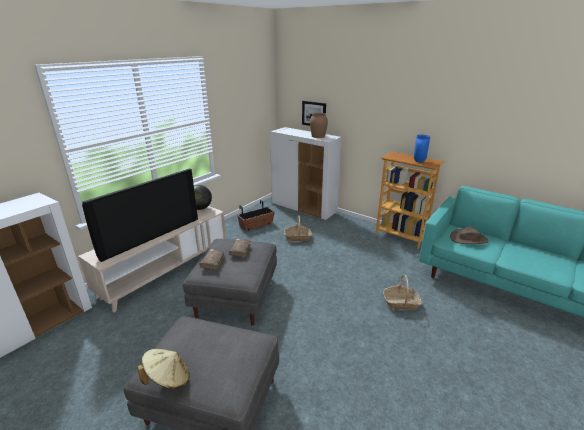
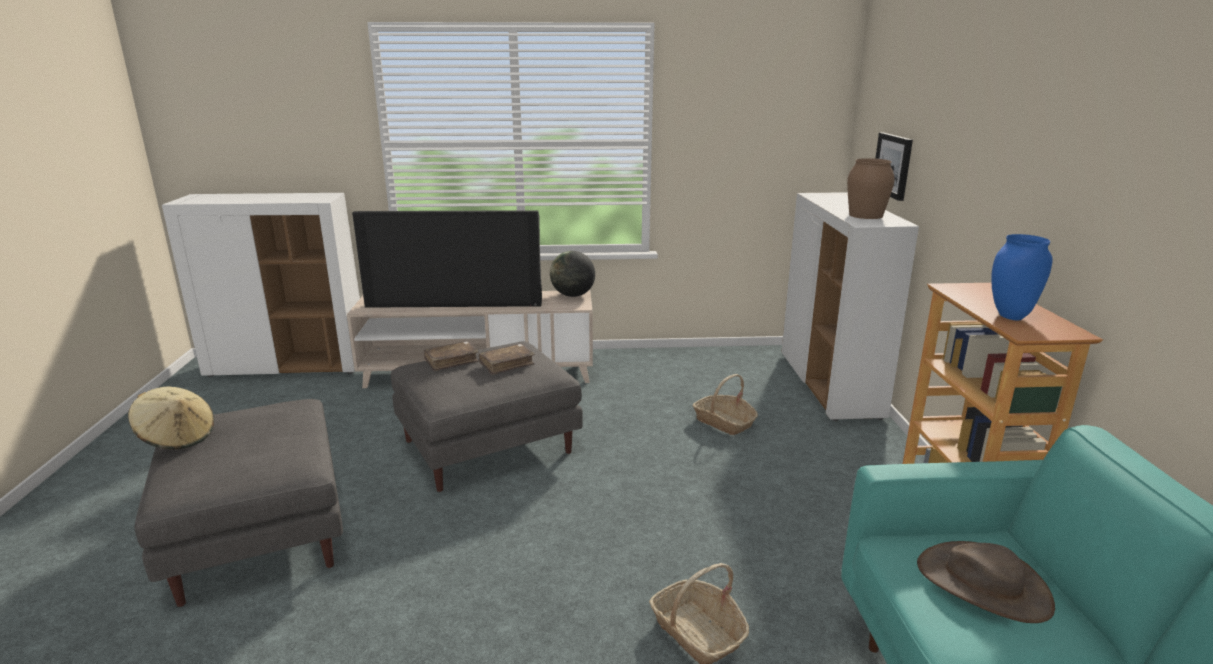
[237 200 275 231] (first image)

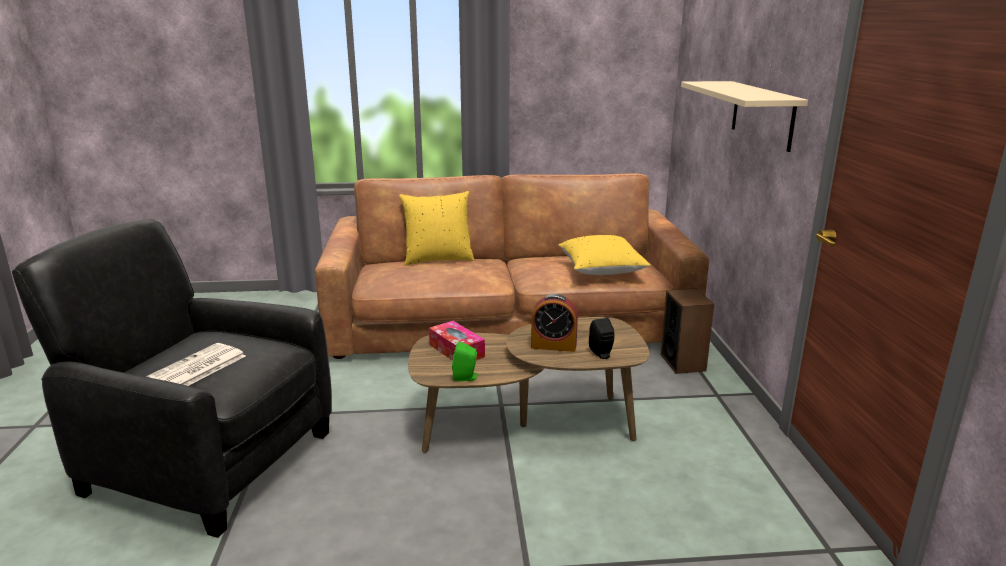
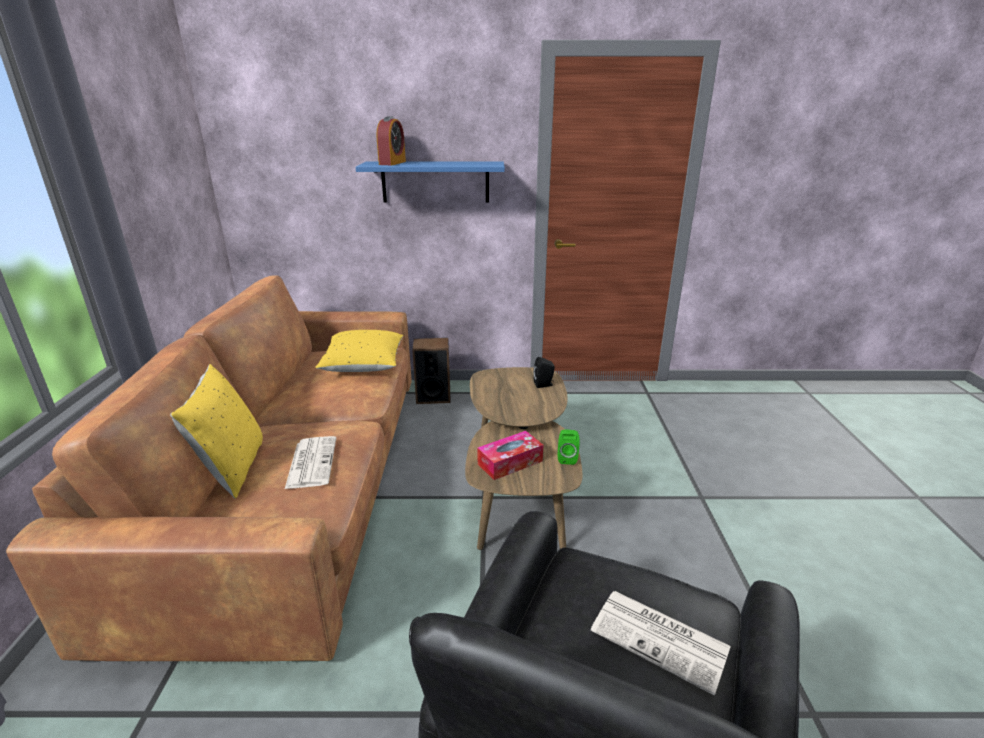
[377 116 406 165]
[356 161 505 202]
[285 436 336 489]

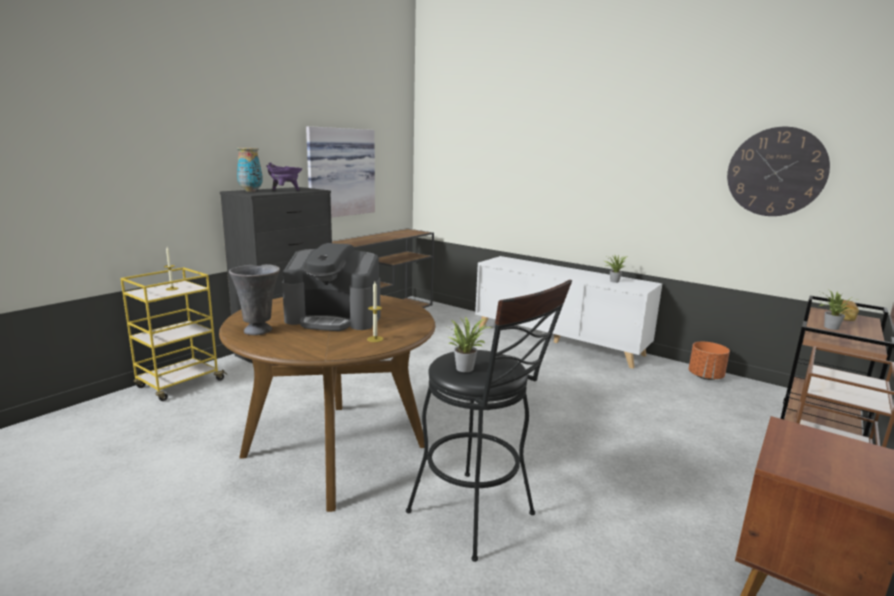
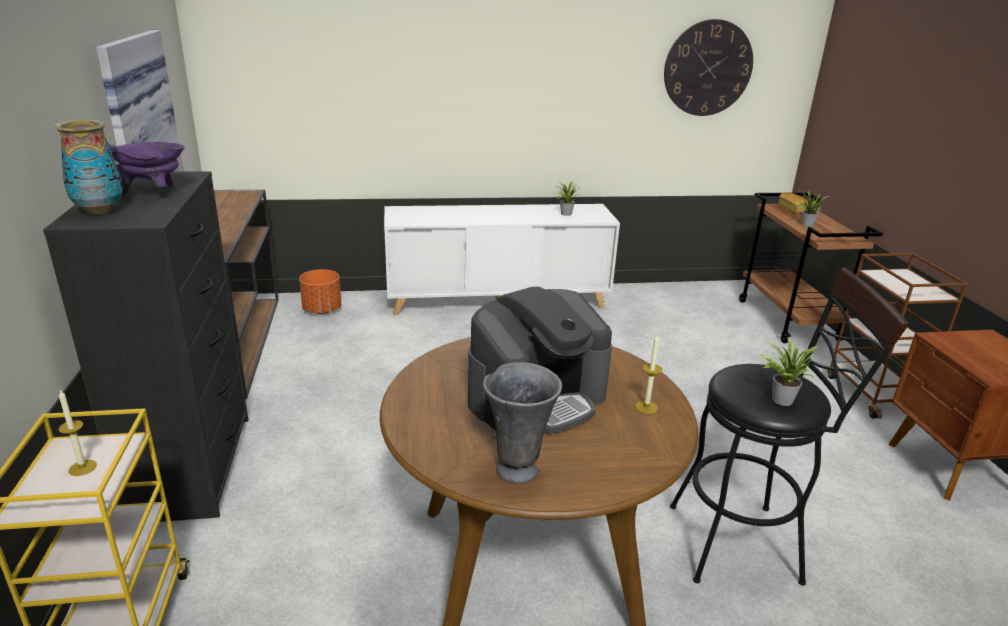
[299 269 341 314]

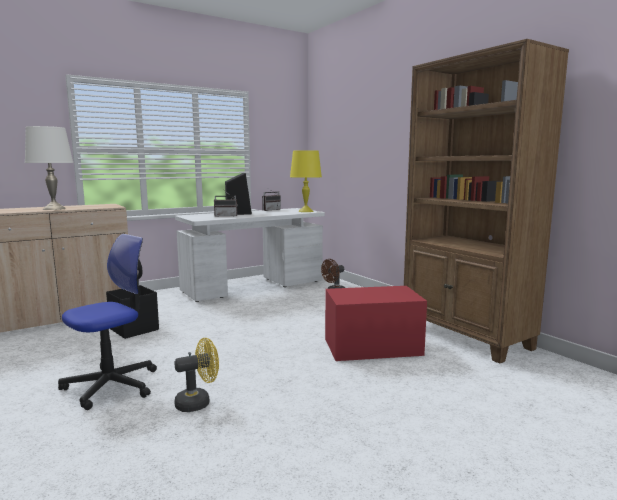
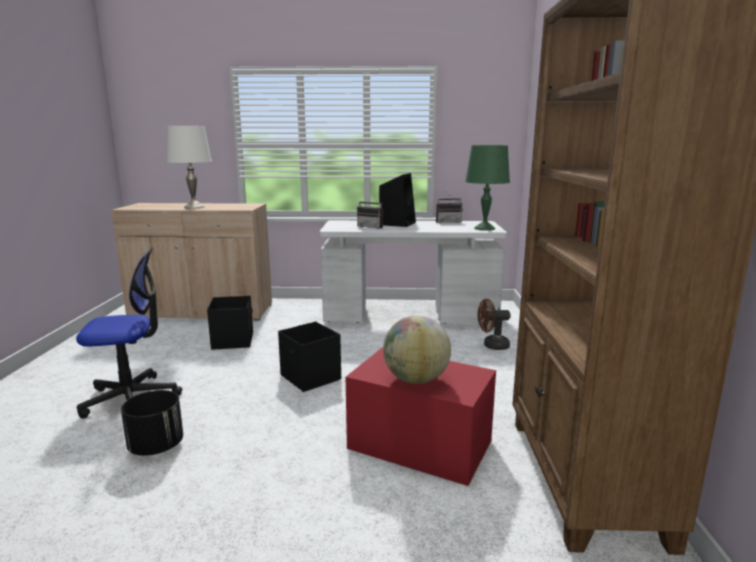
[121 390 183 456]
[465 145 510 231]
[278 321 341 392]
[383 316 451 384]

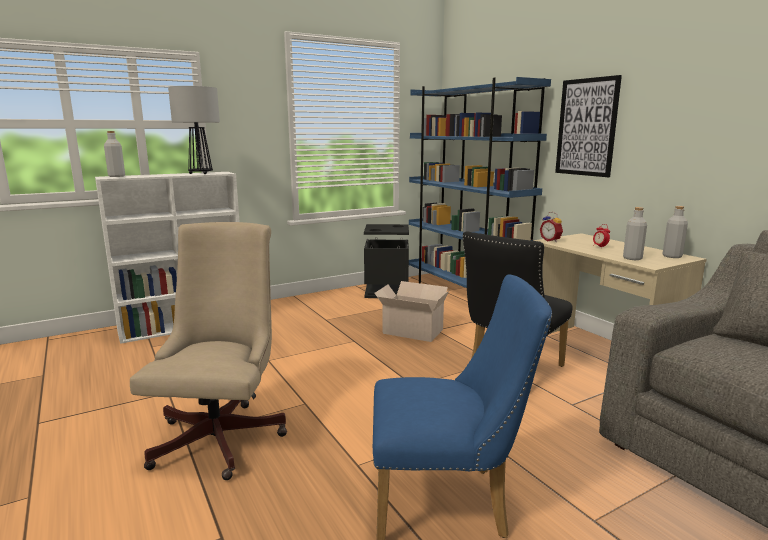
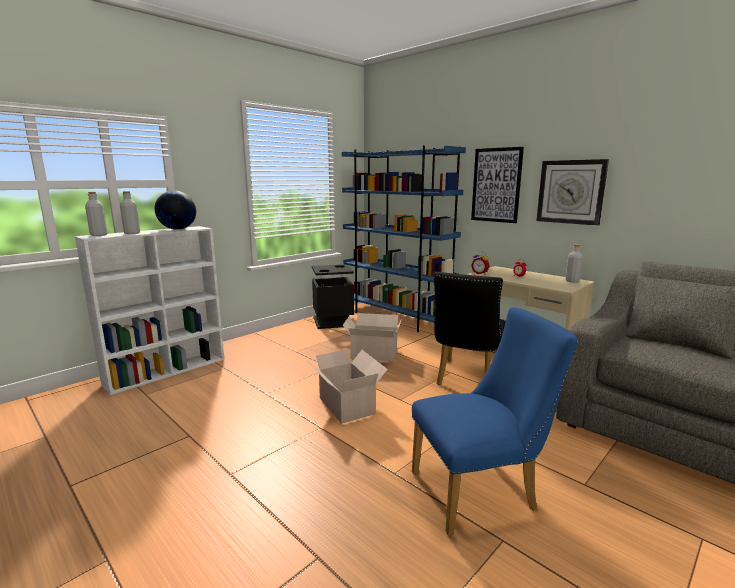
[130 222 287 480] (first image)
[155 190 196 230]
[120 191 140 234]
[308 350 388 424]
[537 159 609 226]

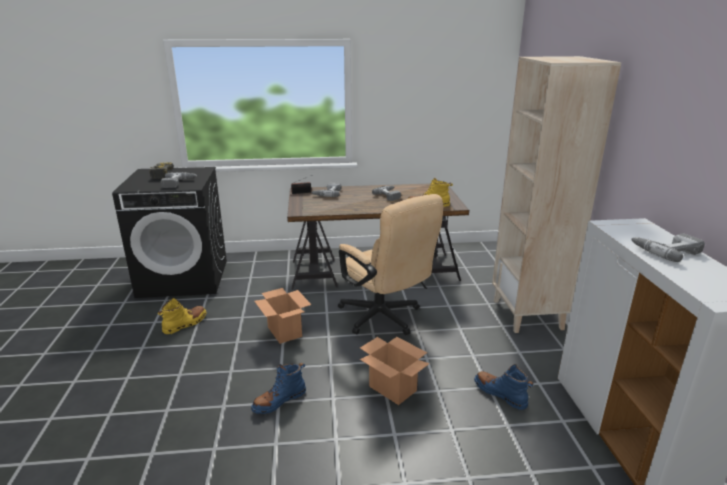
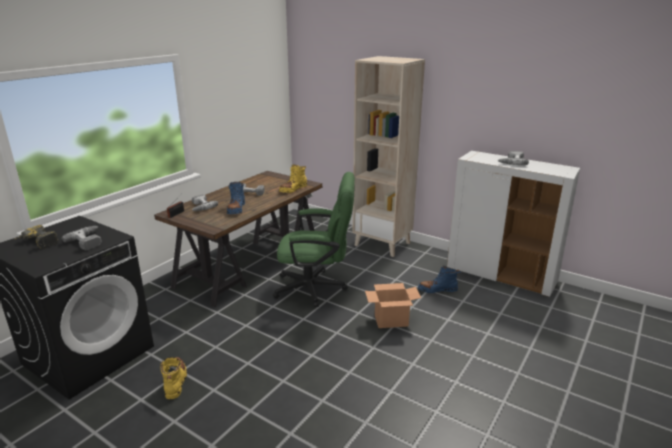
[227 182 245 214]
[254 288 311 344] (first image)
[273 172 355 307]

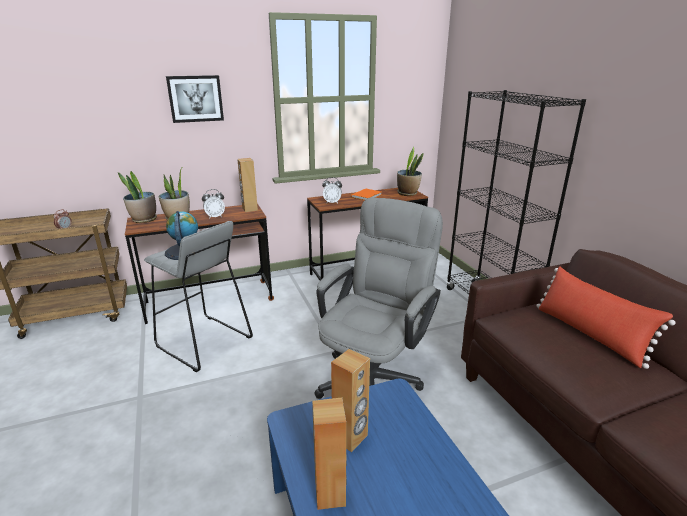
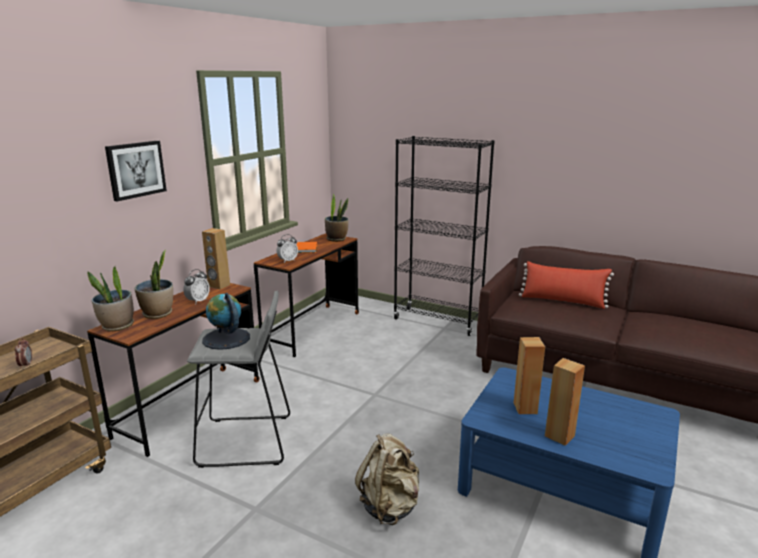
[315 197 443 399] (first image)
[355 434 419 525]

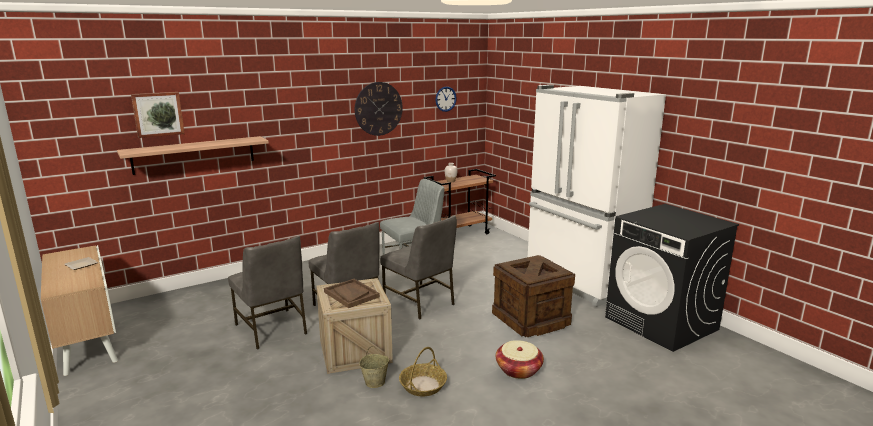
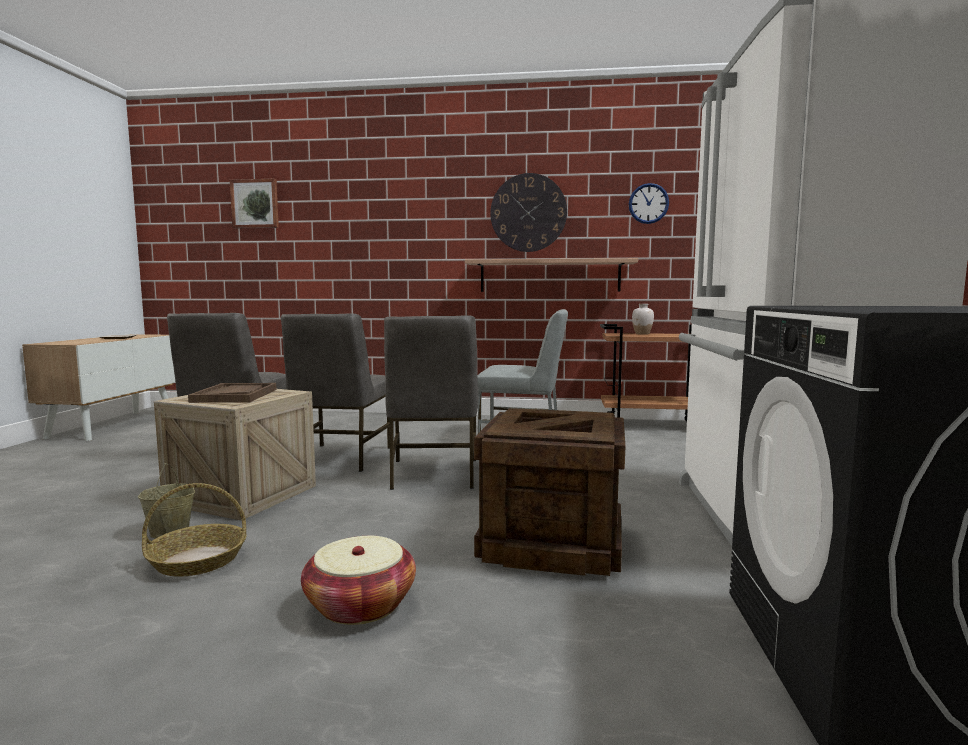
[465 258 638 292]

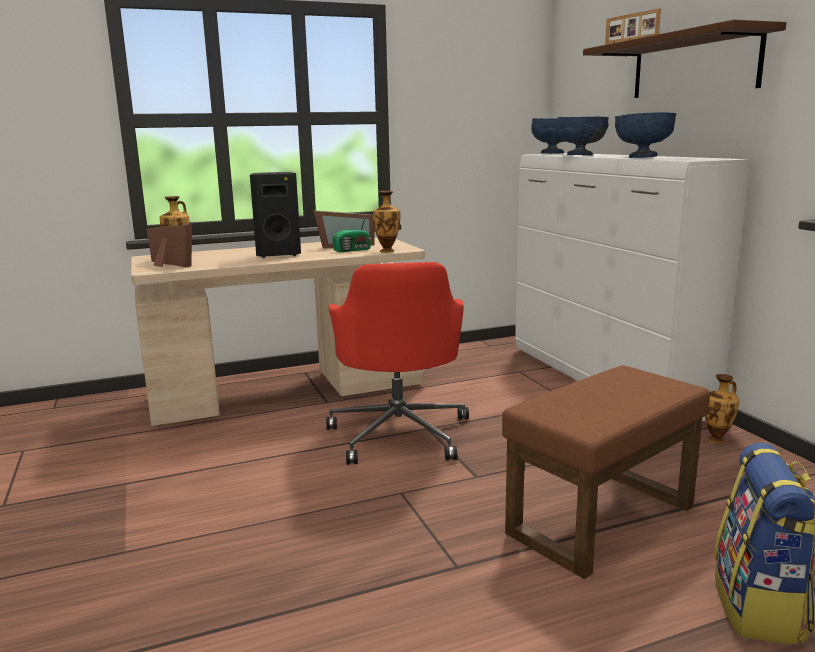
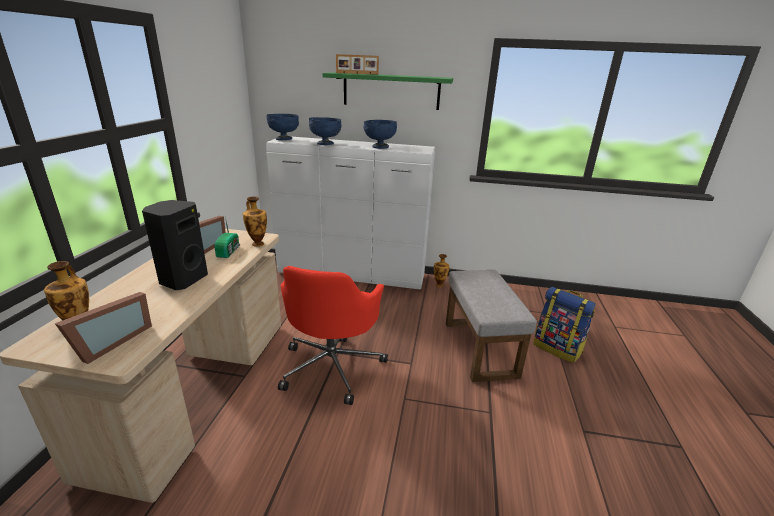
[55 292 152 364]
[278 266 388 405]
[446 270 537 382]
[323 72 453 110]

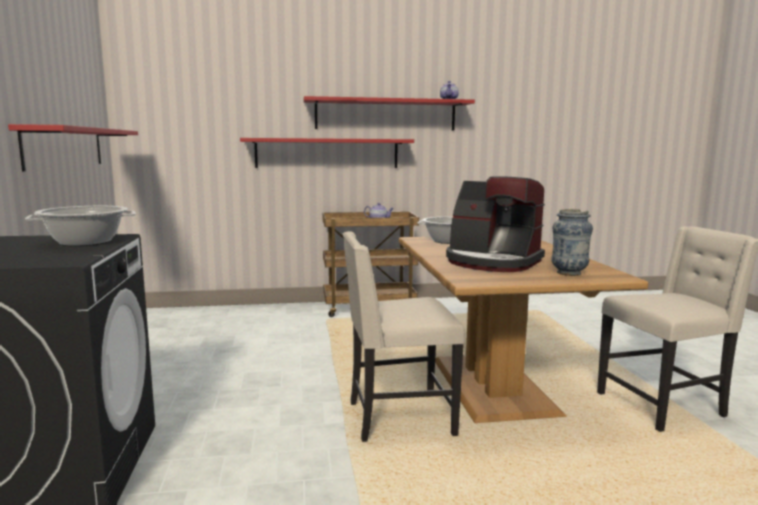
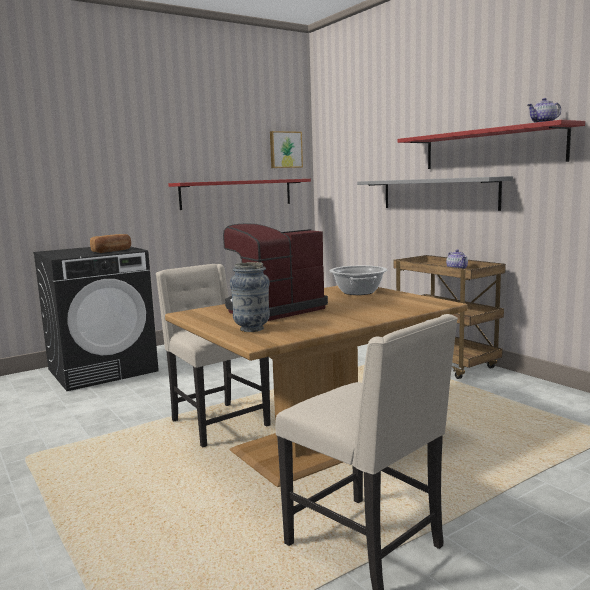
[90 234 131 253]
[357 176 513 211]
[223 224 328 321]
[270 131 303 168]

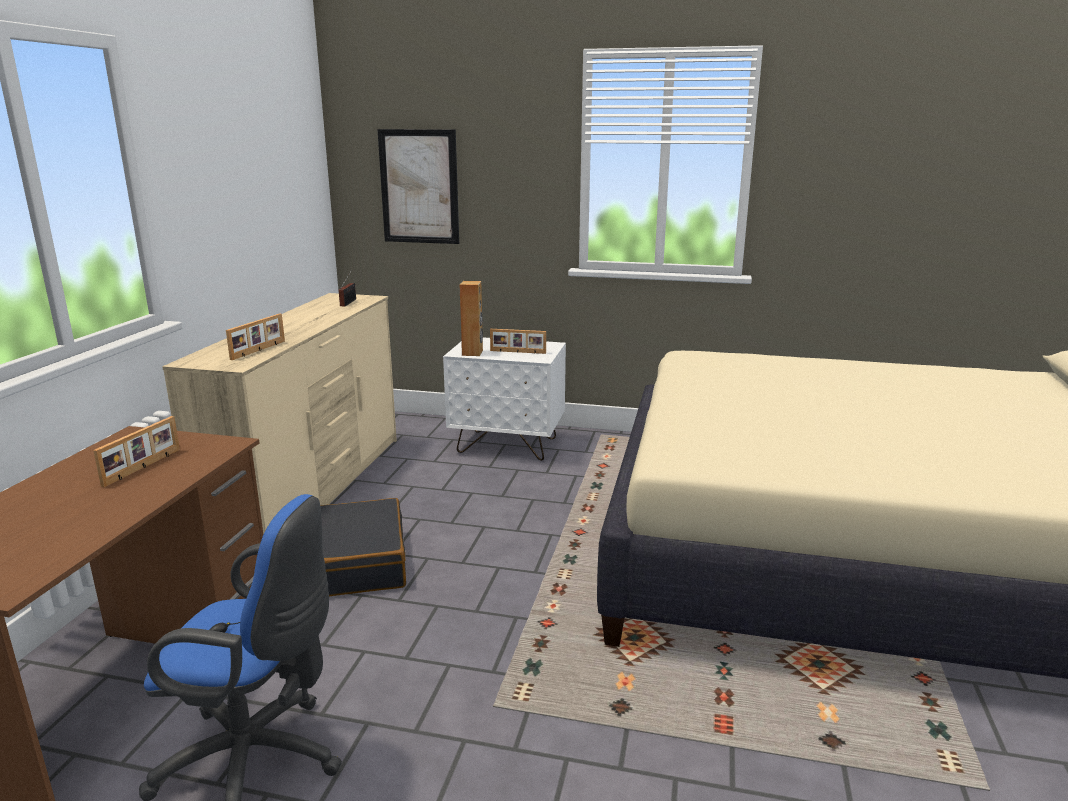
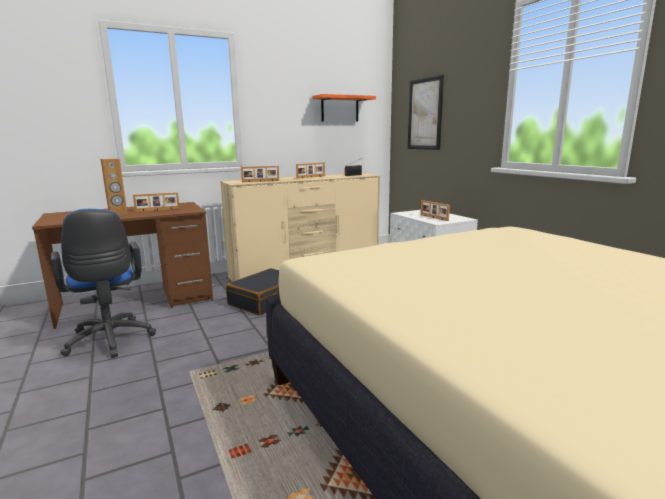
[101 158 127 215]
[296 163 325 179]
[313 94 376 122]

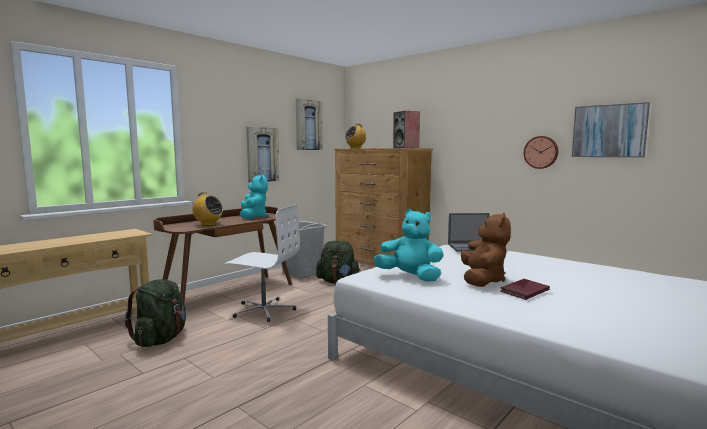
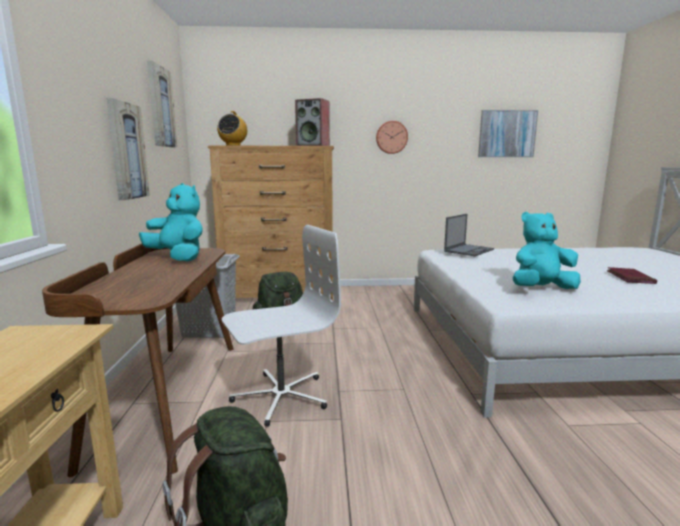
[189 192 223 226] (first image)
[461 212 511 287] (first image)
[376 121 408 154]

